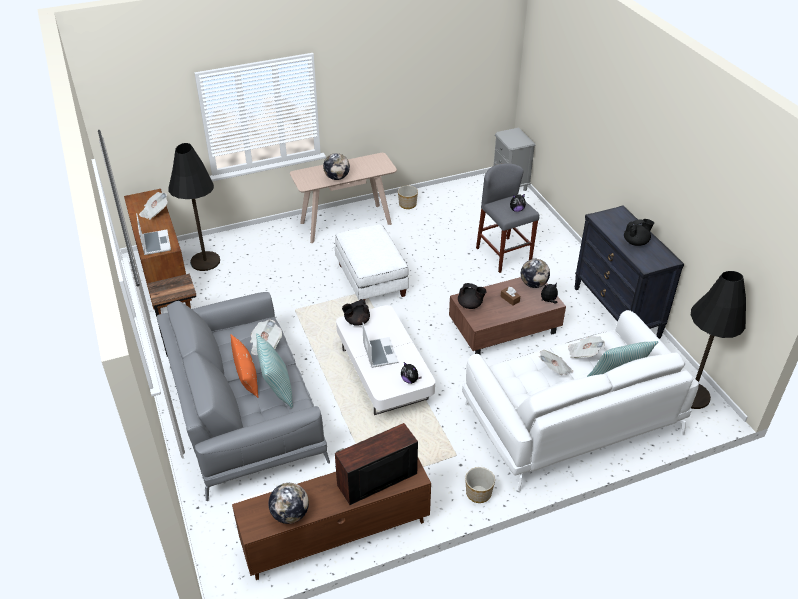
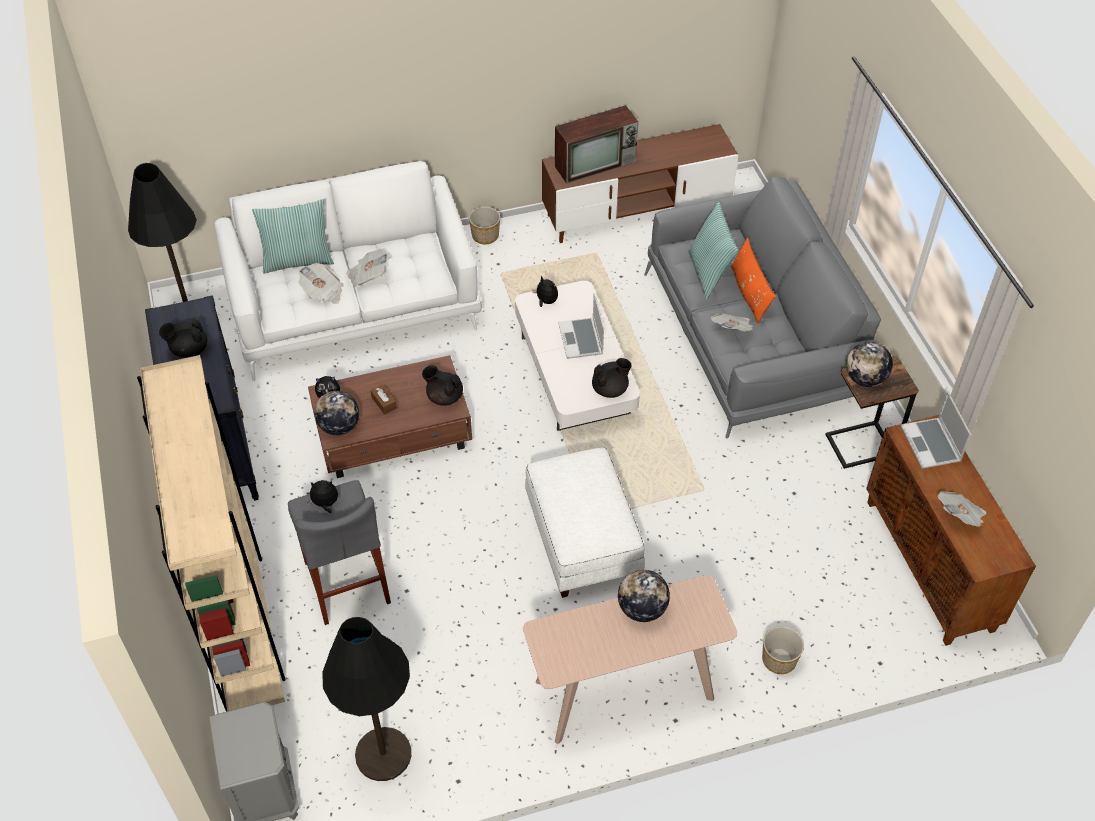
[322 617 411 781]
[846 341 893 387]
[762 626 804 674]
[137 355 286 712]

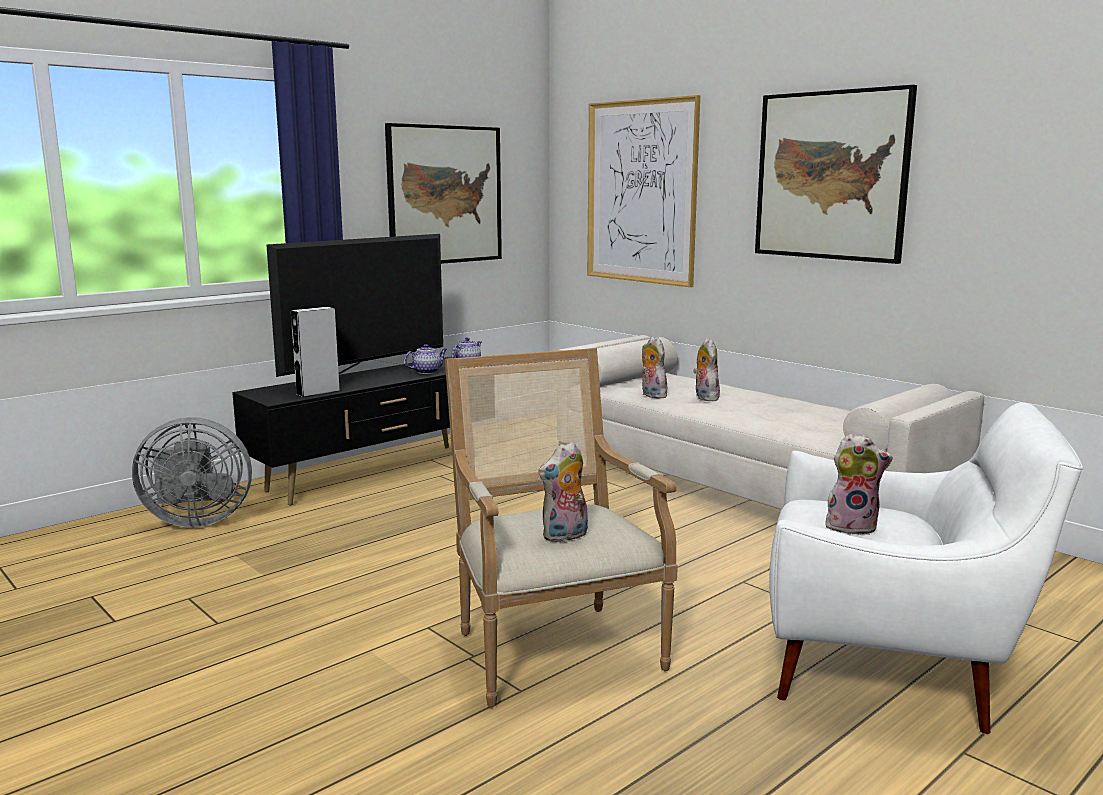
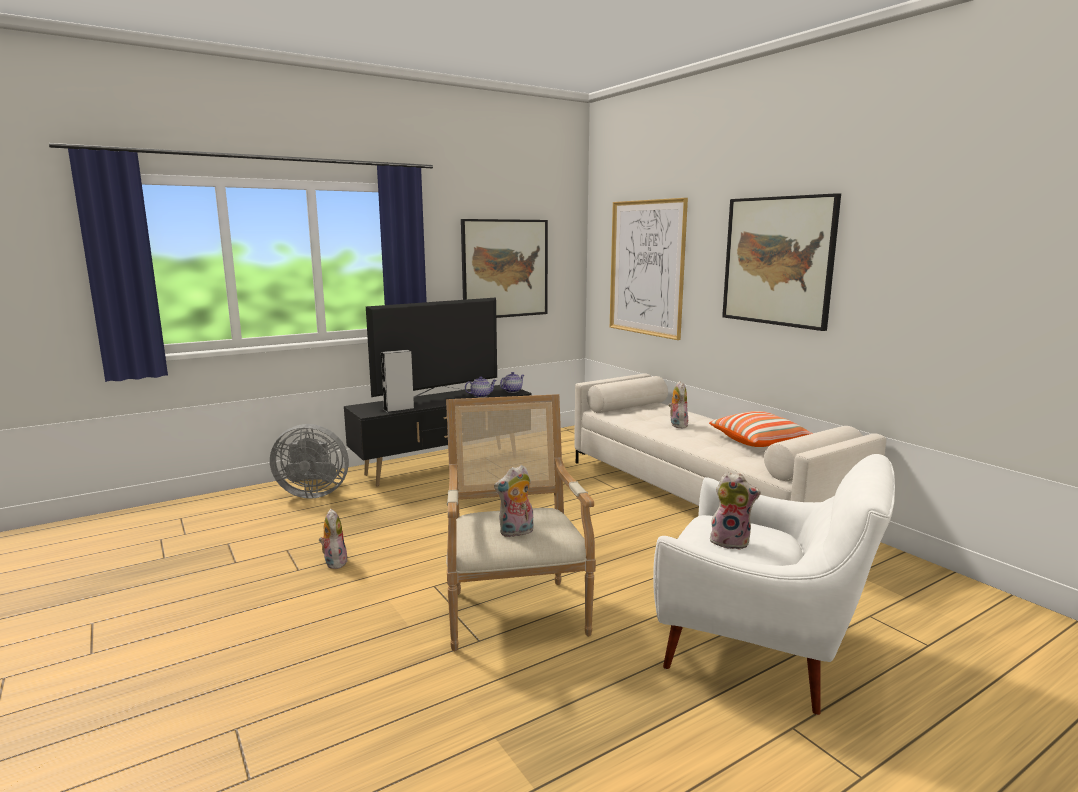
[319 509 348 569]
[709 411 813 447]

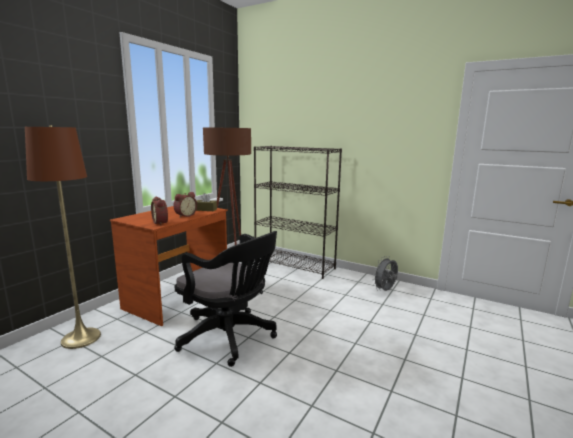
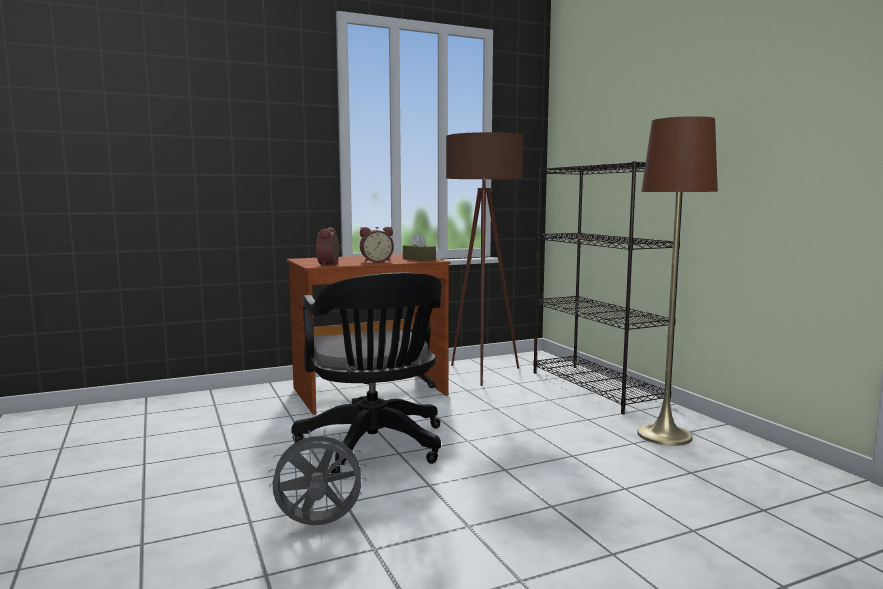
[637 116 718 446]
[268 429 367 525]

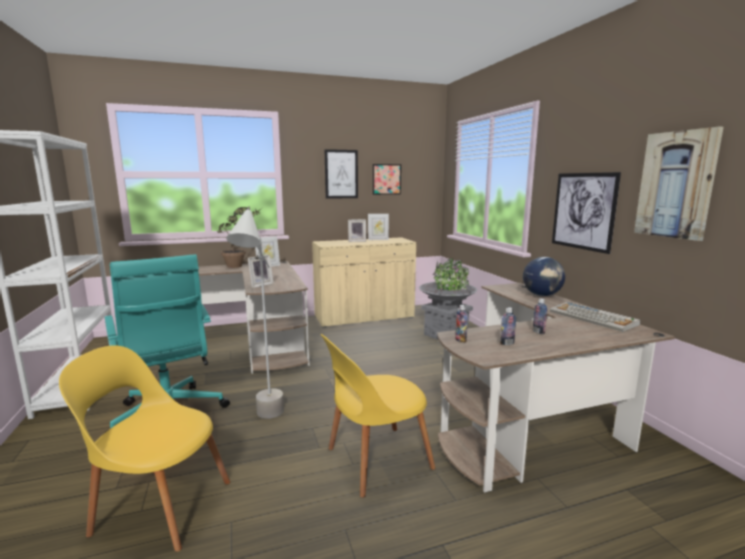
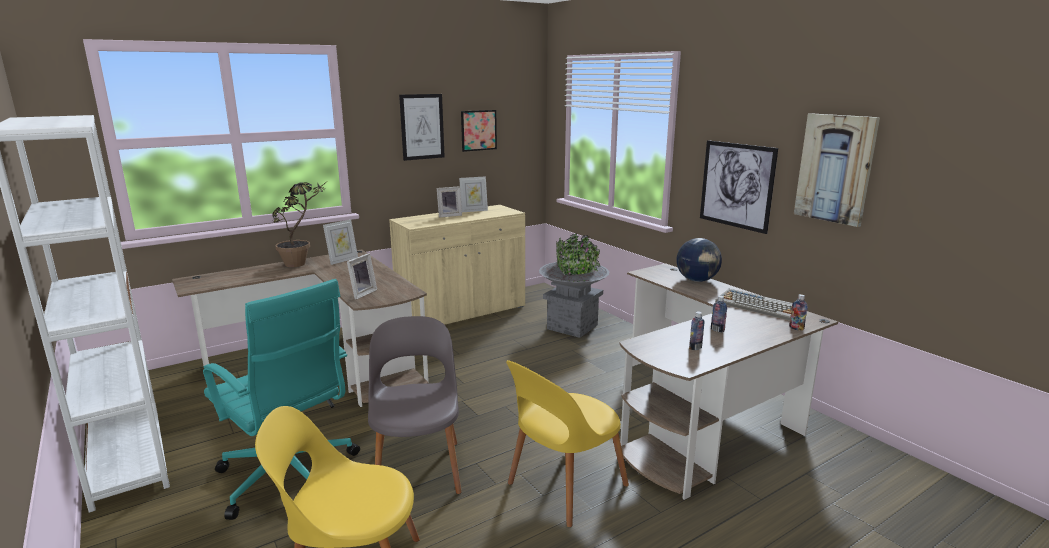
[368 316 462 494]
[789 294 808 331]

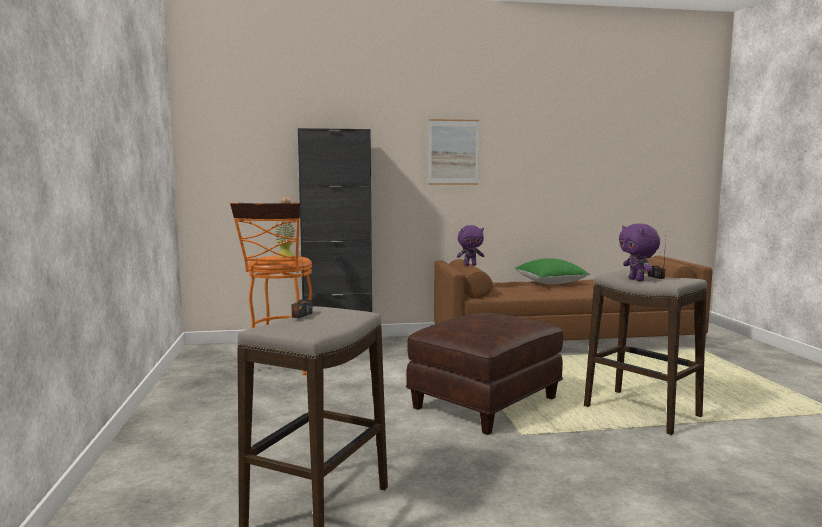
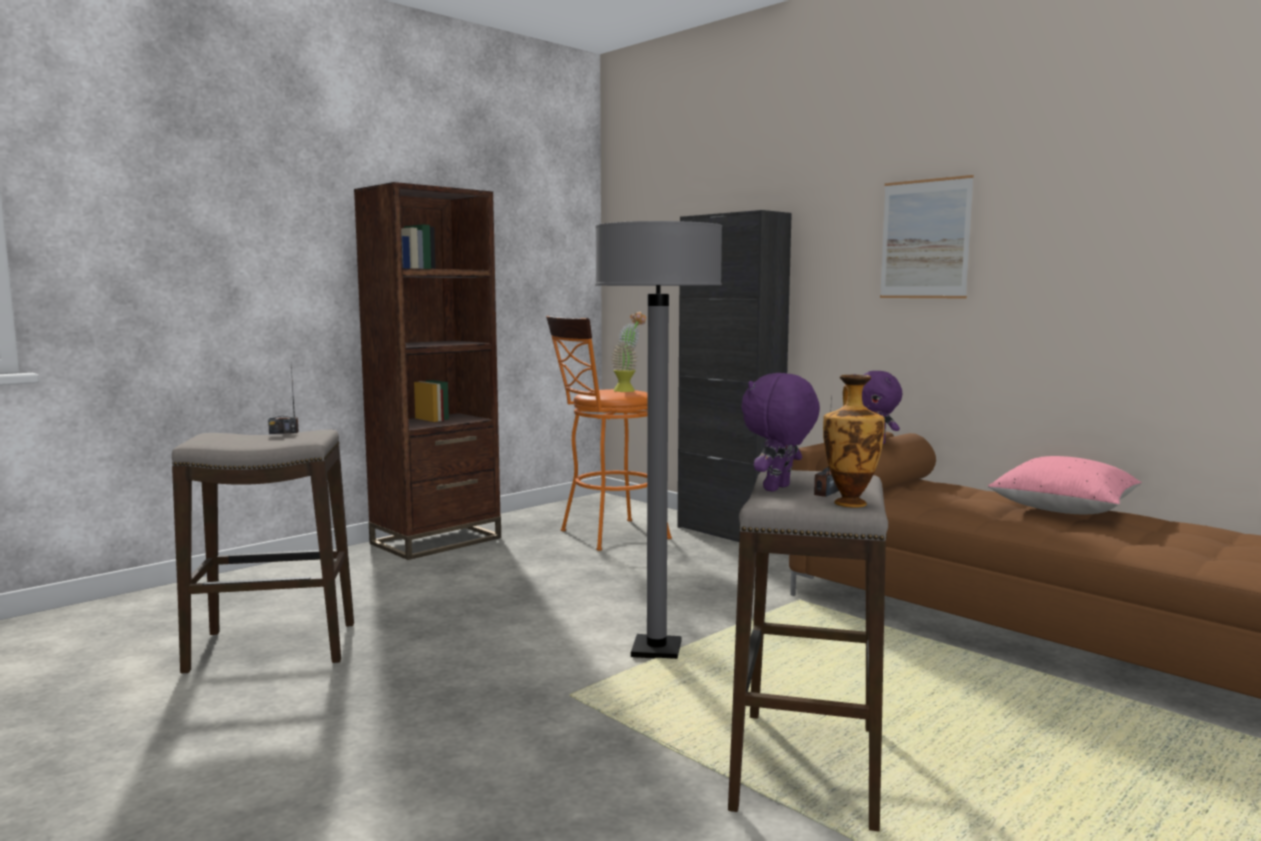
[595 221 722 659]
[988 456 1142 514]
[354 182 501 560]
[823 375 885 508]

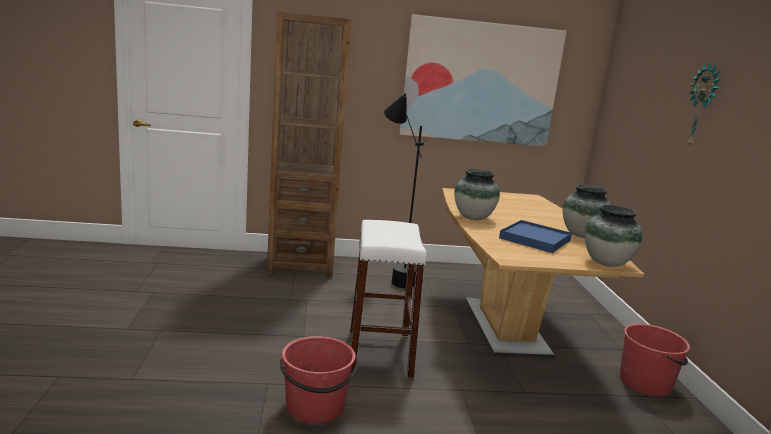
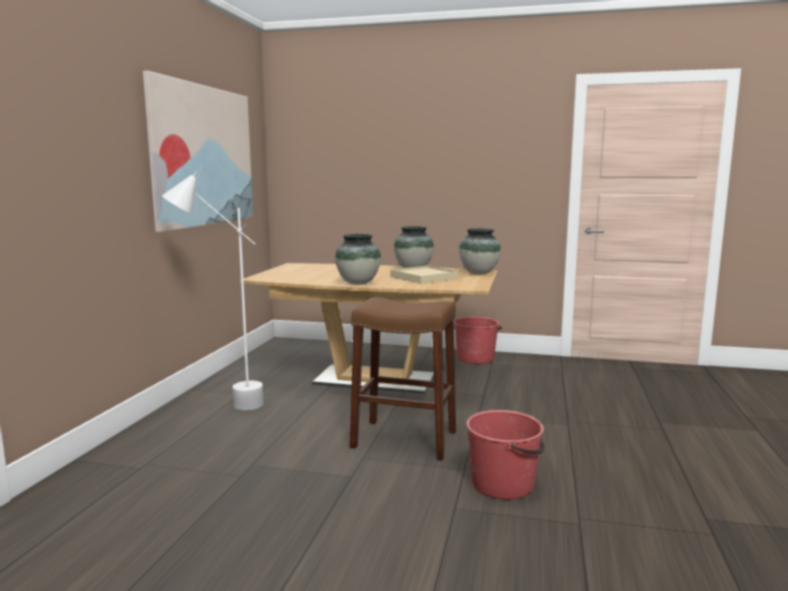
[267 11 352 277] (first image)
[350 297 456 460]
[162 172 264 410]
[391 265 459 284]
[688 62 720 148] (first image)

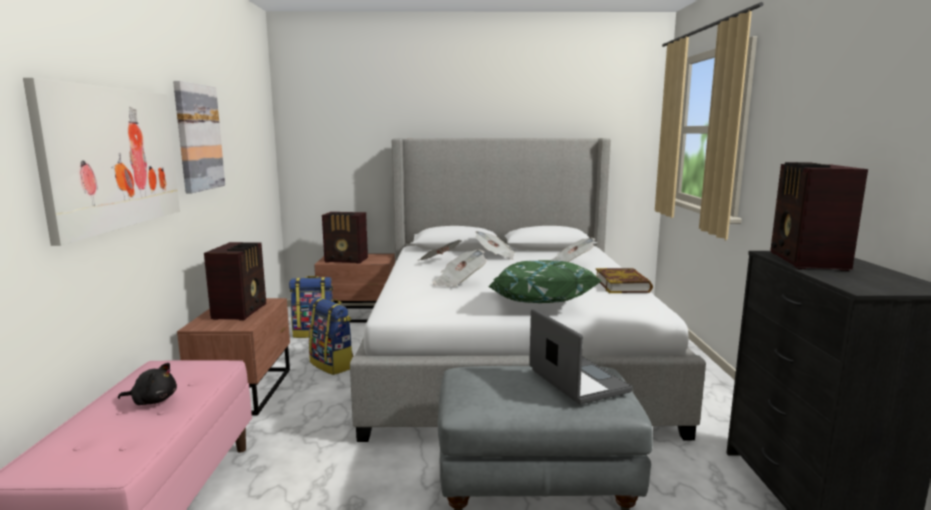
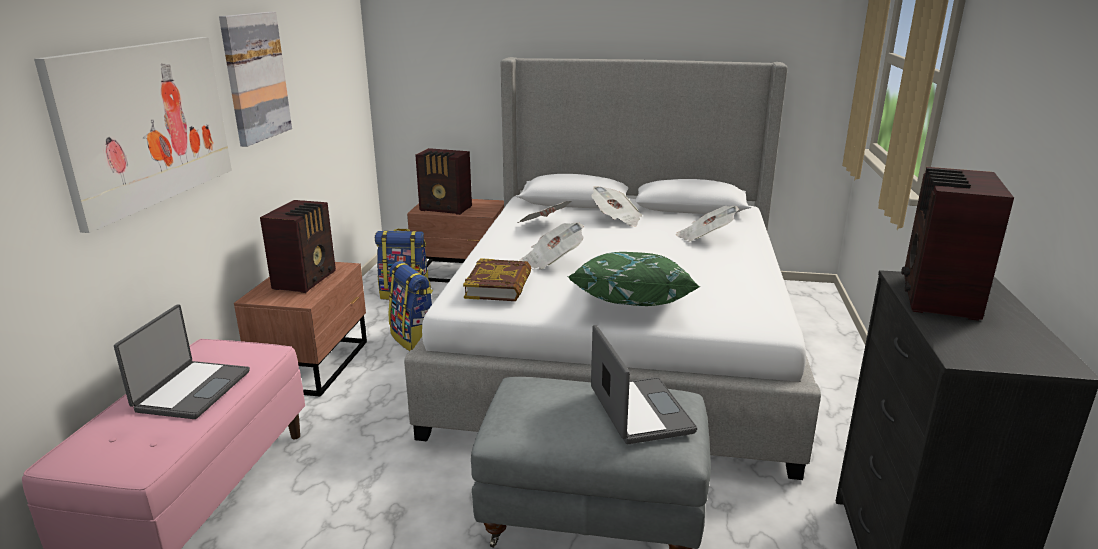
[114 304 250 419]
[463 258 531 301]

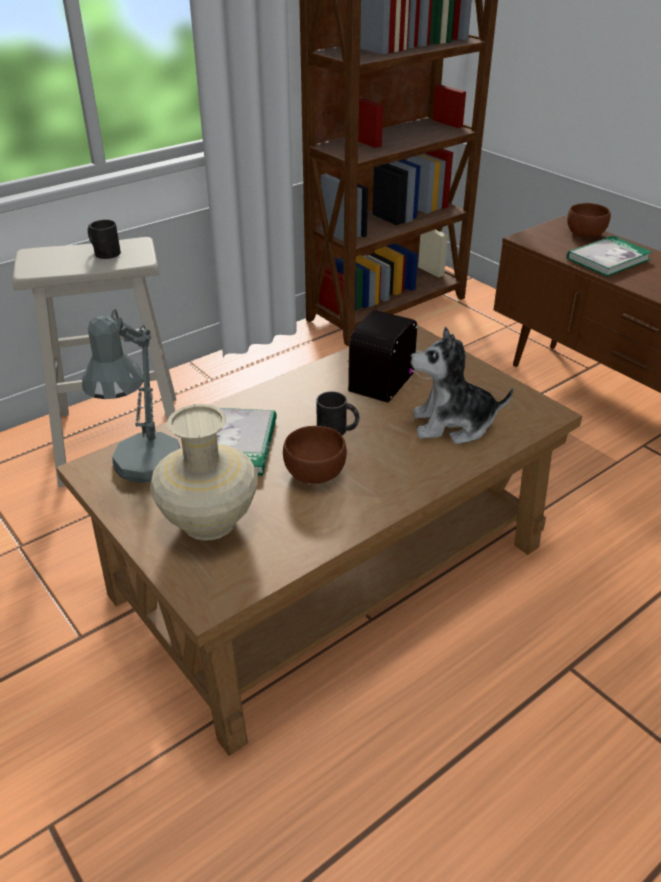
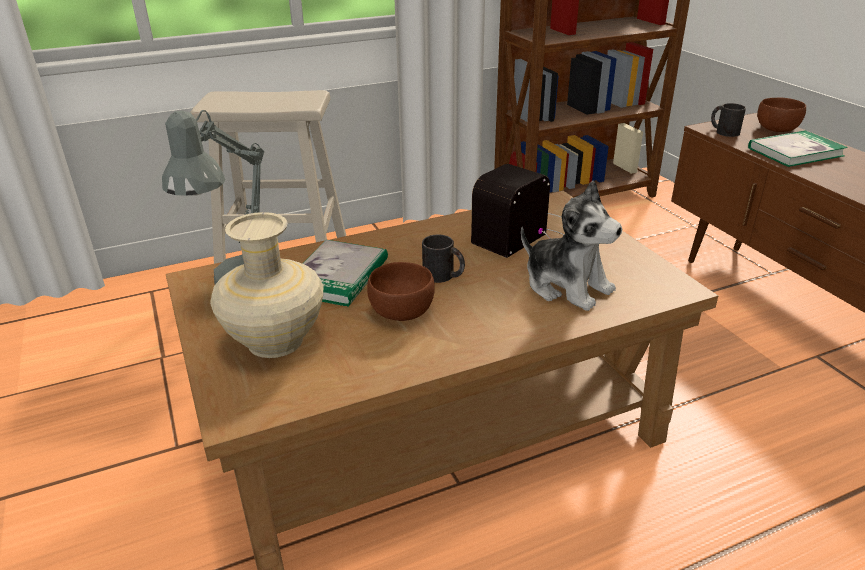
[711 103 746 137]
[521 180 622 311]

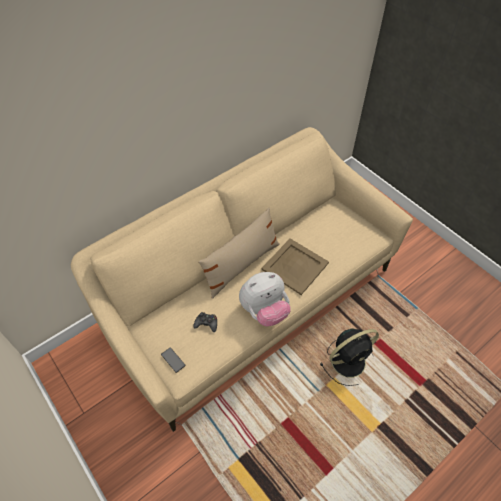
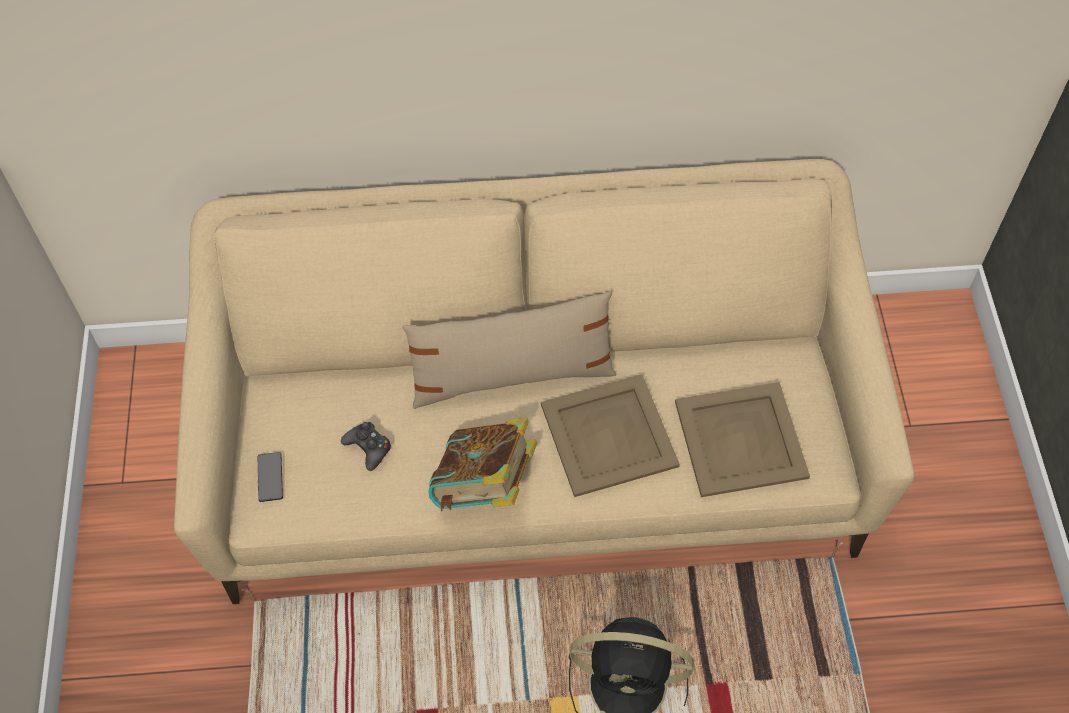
[429 418 537 511]
[675 382 810 497]

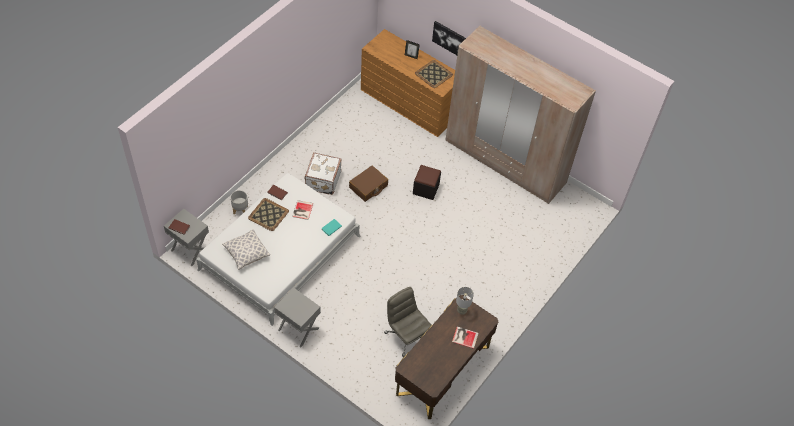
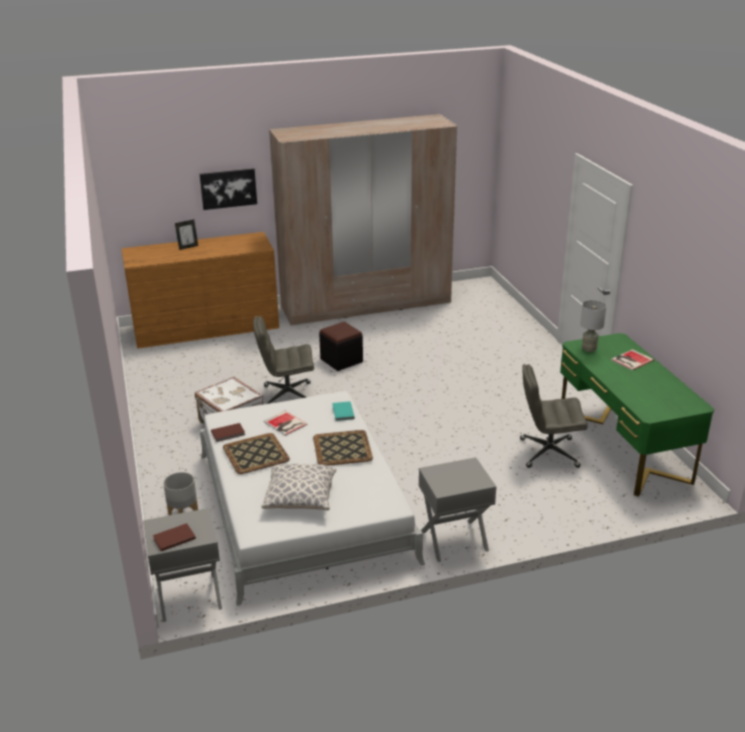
[253 316 314 404]
[560 333 714 497]
[313 430 373 466]

